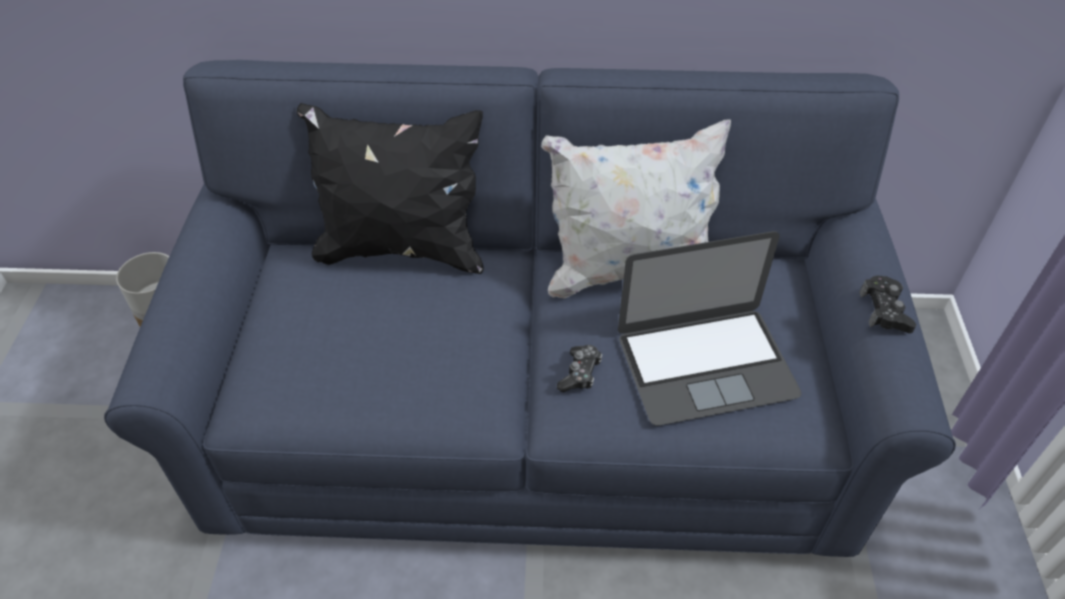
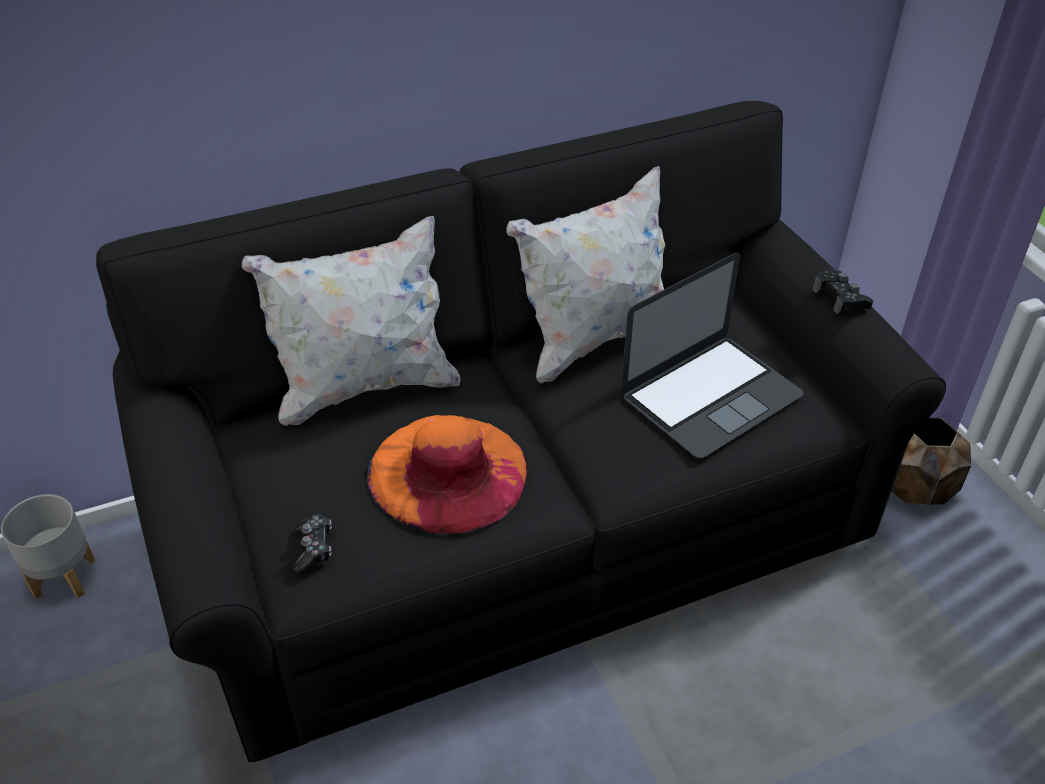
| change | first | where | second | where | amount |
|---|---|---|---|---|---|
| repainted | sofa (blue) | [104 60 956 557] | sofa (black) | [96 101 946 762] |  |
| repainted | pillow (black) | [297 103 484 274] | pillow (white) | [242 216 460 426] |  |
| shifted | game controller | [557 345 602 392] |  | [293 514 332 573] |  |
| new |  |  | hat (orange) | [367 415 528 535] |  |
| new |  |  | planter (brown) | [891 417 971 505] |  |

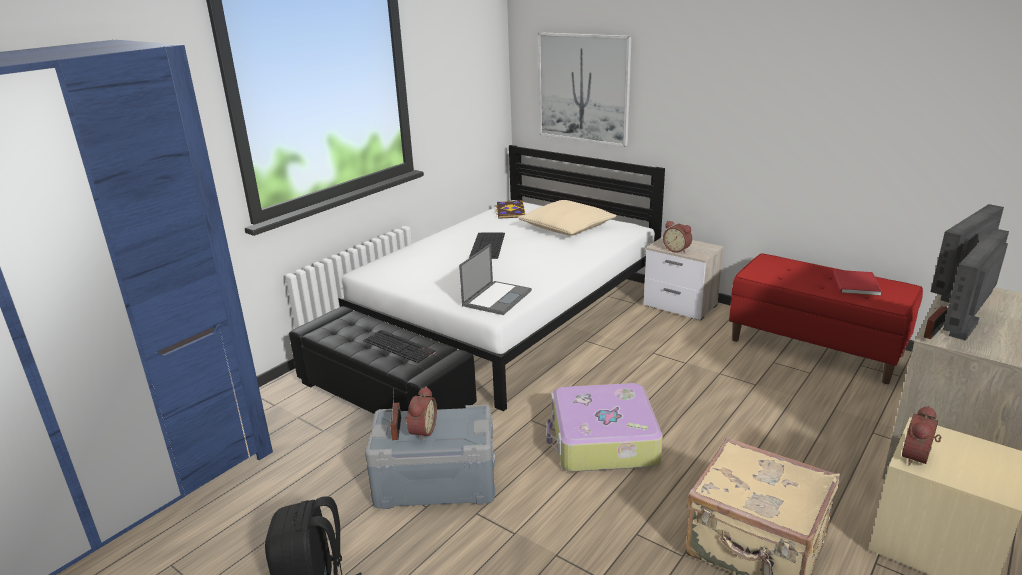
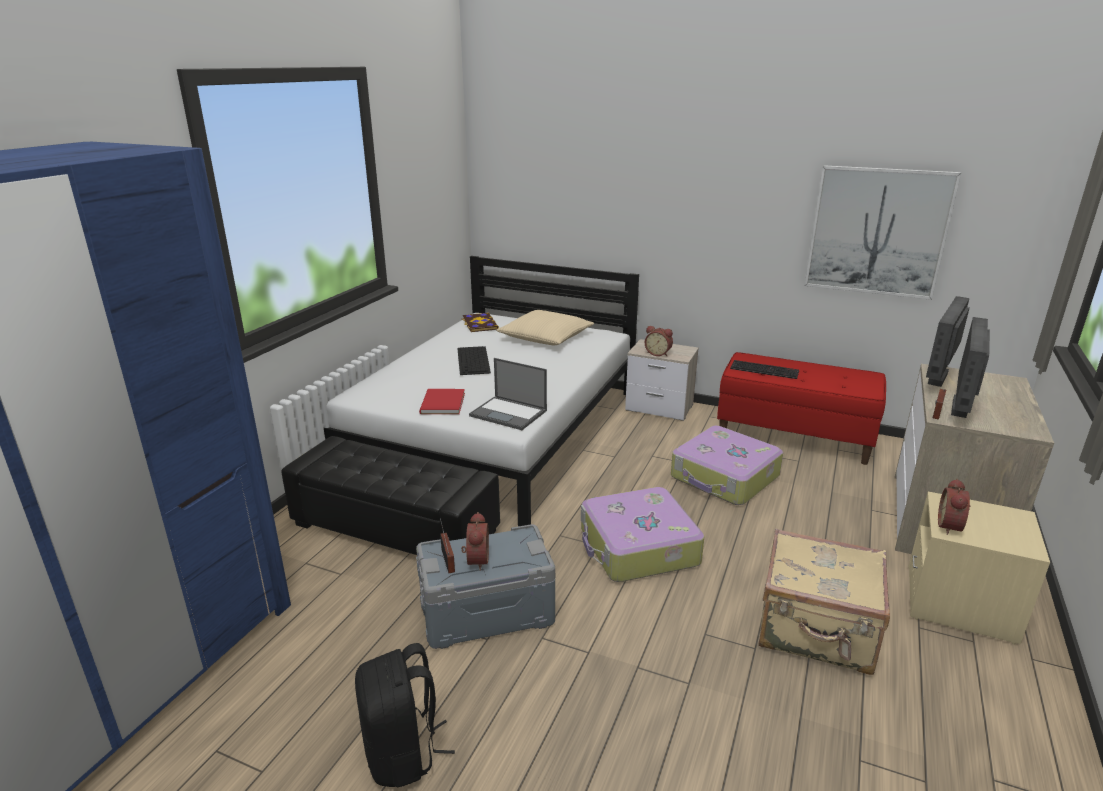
| change | first | where | second | where | amount |
|---|---|---|---|---|---|
| shifted | keyboard | [363 330 435 363] |  | [730 360 799 379] |  |
| rotated | laptop | [459 244 532 315] |  | [469 358 547 430] | 105 degrees clockwise |
| shifted | picture | [538 32 632 147] |  | [804 165 961 300] |  |
| shifted | book (red) | [833 270 882 296] |  | [419 389 465 414] |  |
| new |  |  | suitcase | [671 426 783 505] |  |

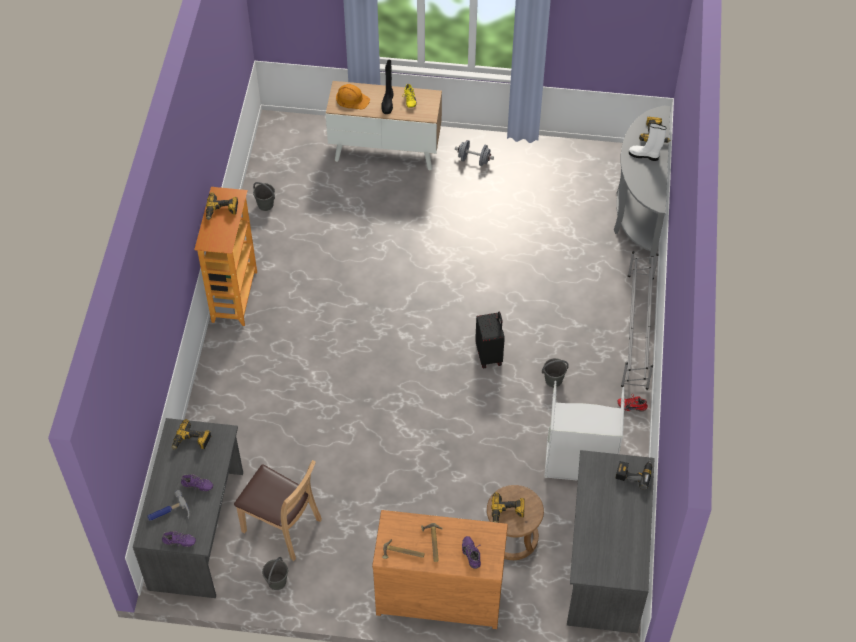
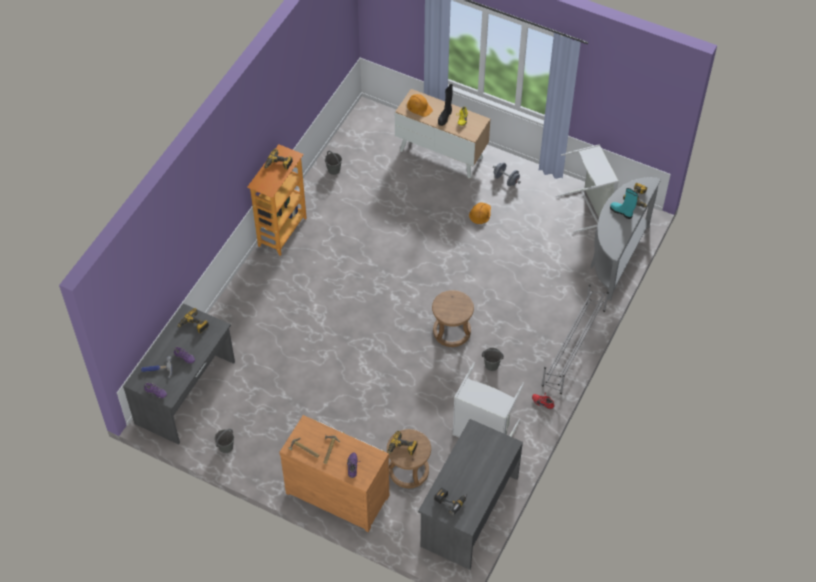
| change | first | where | second | where | amount |
|---|---|---|---|---|---|
| gone | chair (brown) | [234 460 322 561] |  |  |  |
| swapped | suitcase (black) | [475 311 505 369] | stool (brown) | [432 290 474 347] |  |
| shifted | power drill | [615 460 652 490] |  | [434 488 467 515] |  |
| repainted | boot (white) | [629 123 666 161] | boot (turquoise) | [610 188 638 219] |  |
| new |  |  | hard hat (orange) | [469 202 491 224] |  |
| new |  |  | laundry basket (grey) | [556 144 619 233] |  |

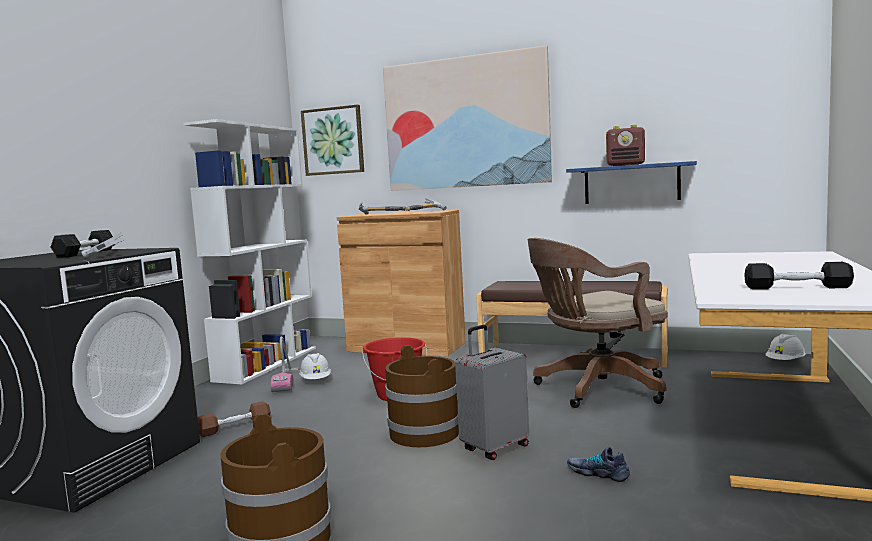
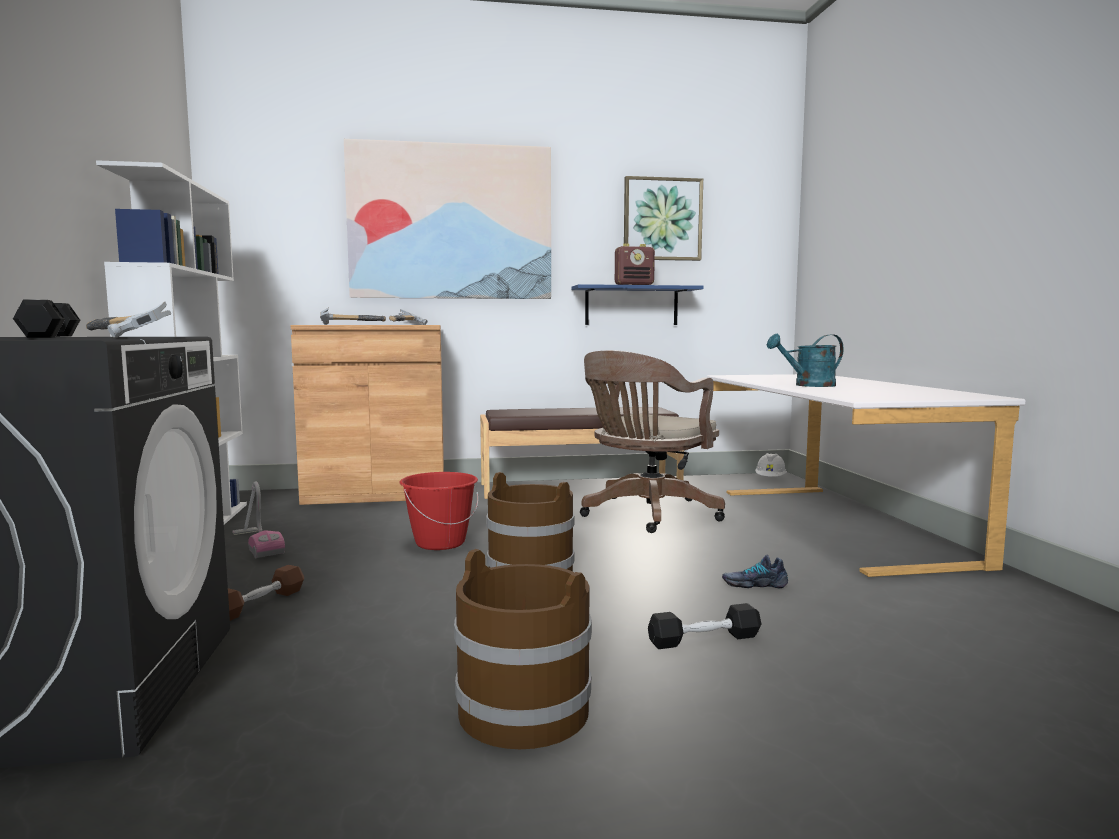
| change | first | where | second | where | amount |
|---|---|---|---|---|---|
| gone | hard hat (white) | [299 353 331 379] |  |  |  |
| shifted | picture | [301 104 364 176] |  | [624 176 703 261] |  |
| gone | suitcase (grey) | [455 325 529 460] |  |  |  |
| shifted | dumbbell (black) | [744 262 854 289] |  | [648 603 761 649] |  |
| new |  |  | watering can (turquoise) | [767 334 844 387] |  |

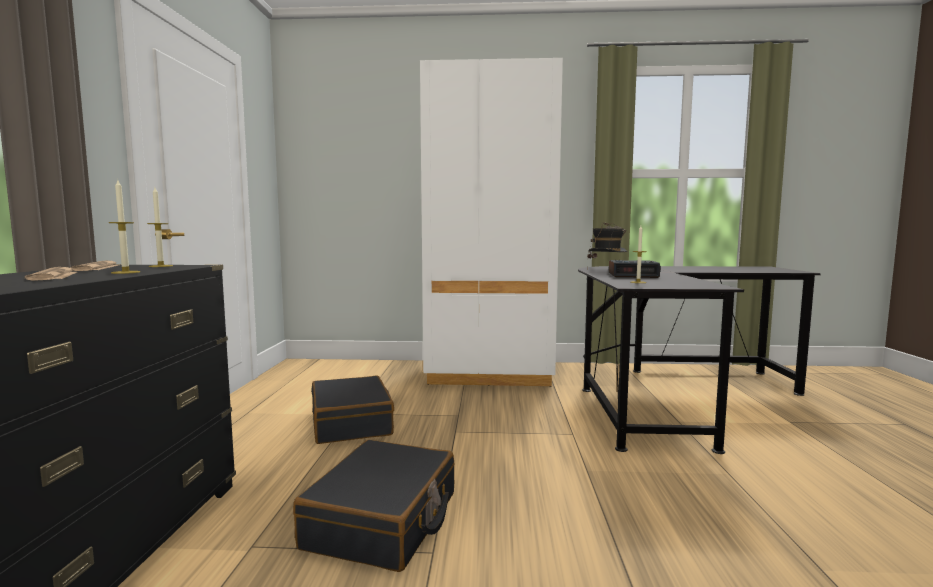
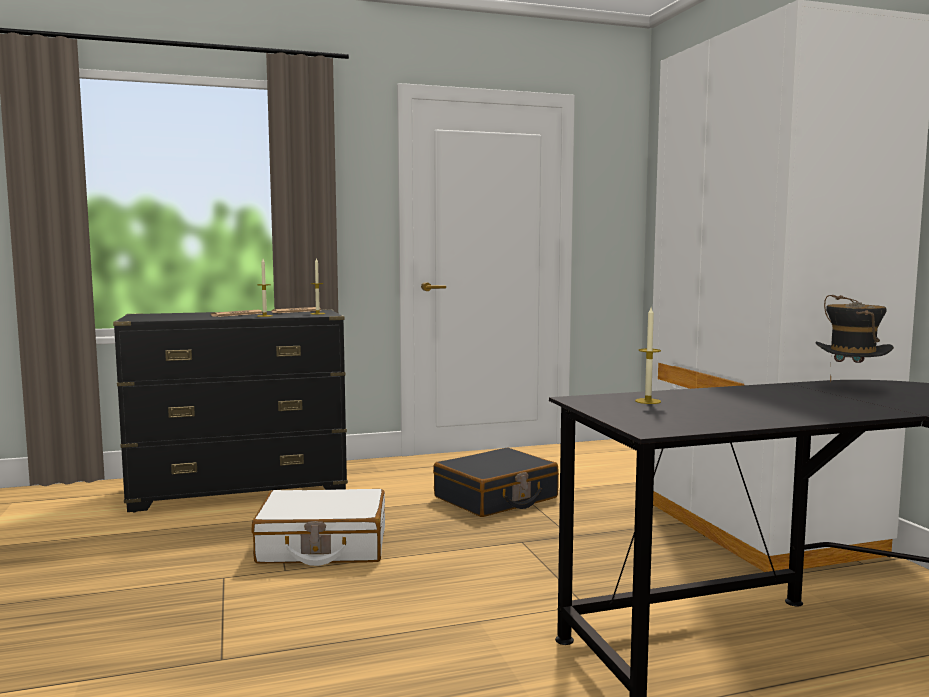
| change | first | where | second | where | amount |
|---|---|---|---|---|---|
| repainted | suitcase (black) | [293 440 454 572] | suitcase (white) | [252 489 385 566] |  |
| gone | alarm clock | [609 260 661 278] |  |  |  |

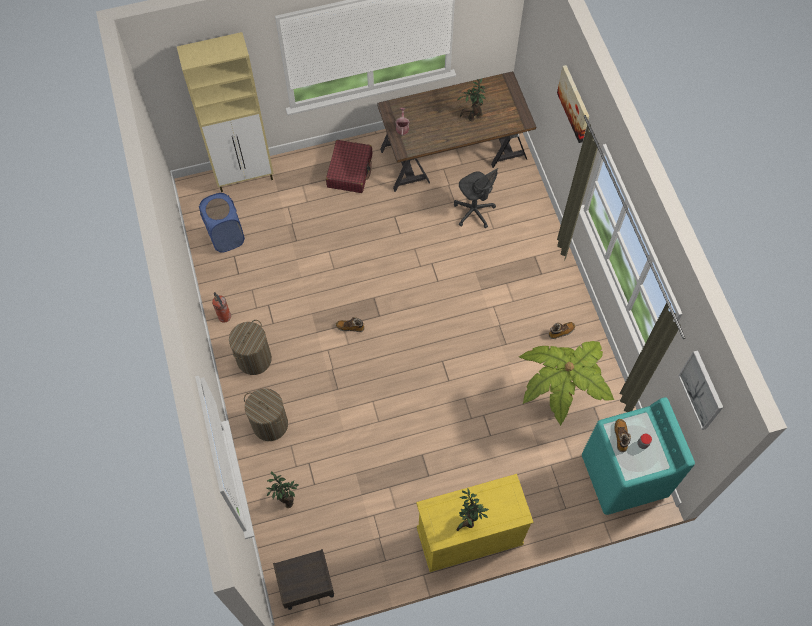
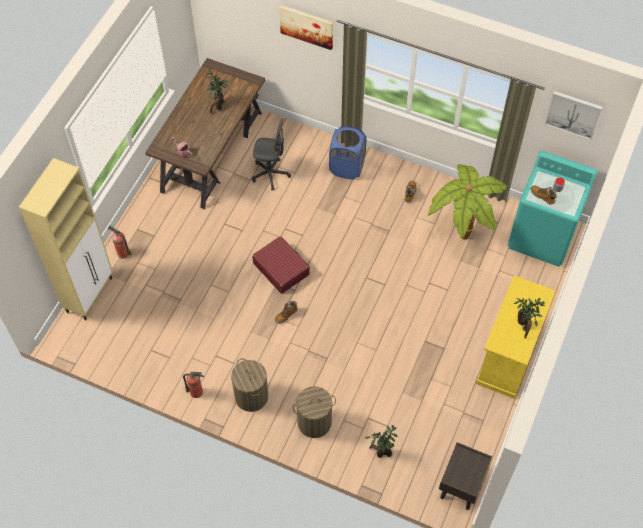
| change | first | where | second | where | amount |
|---|---|---|---|---|---|
| shifted | laundry basket (blue) | [199 193 245 253] |  | [329 126 366 180] |  |
| shifted | suitcase (red) | [326 140 372 193] |  | [252 236 310 294] |  |
| new |  |  | fire extinguisher | [108 225 131 259] |  |

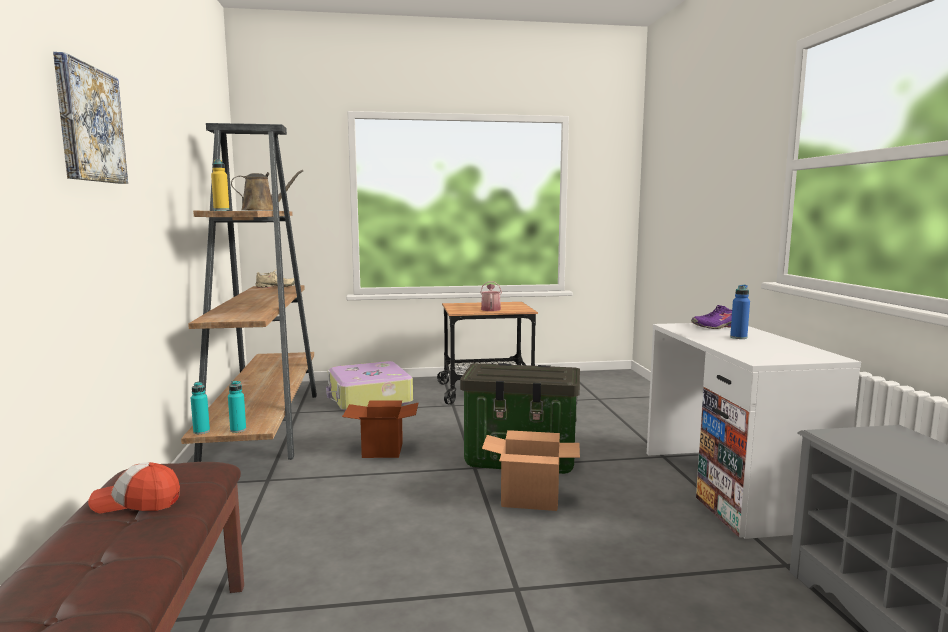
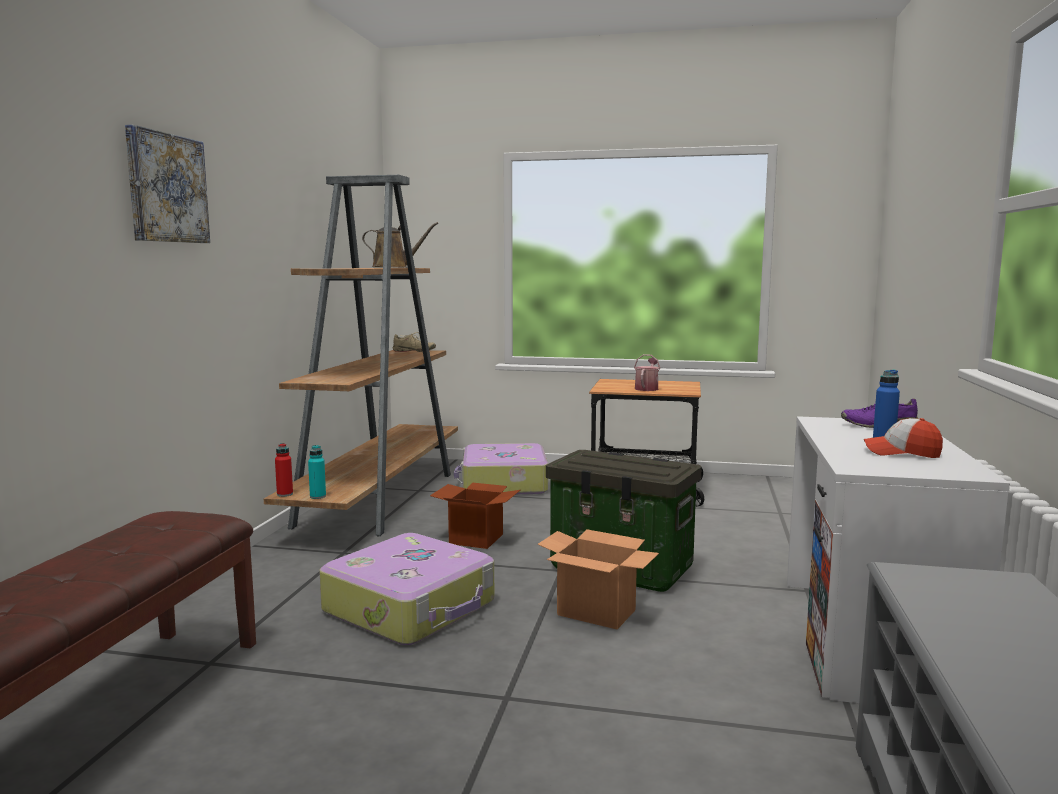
| change | first | where | second | where | amount |
|---|---|---|---|---|---|
| shifted | cap | [88 462 180 513] |  | [864 418 943 458] |  |
| repainted | bottle (turquoise) | [191 382 210 434] | bottle (red) | [275 443 293 497] |  |
| gone | bottle (yellow) | [211 159 229 210] |  |  |  |
| new |  |  | suitcase | [319 533 494 645] |  |

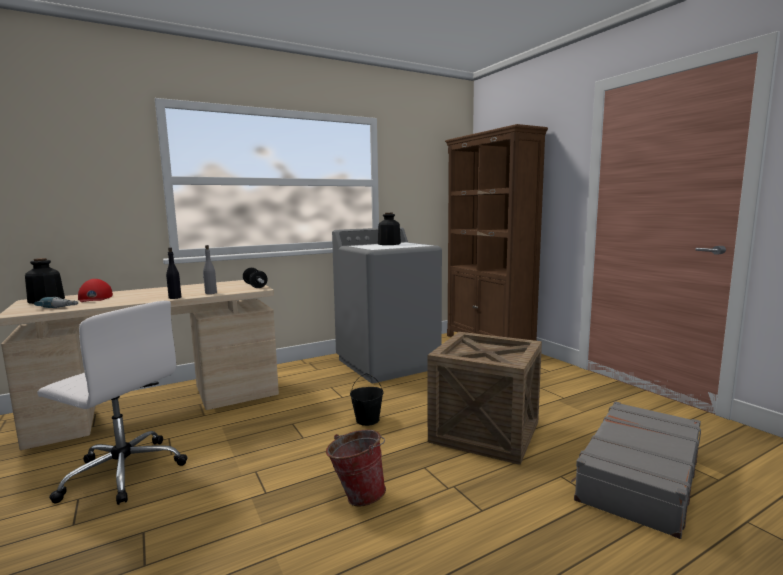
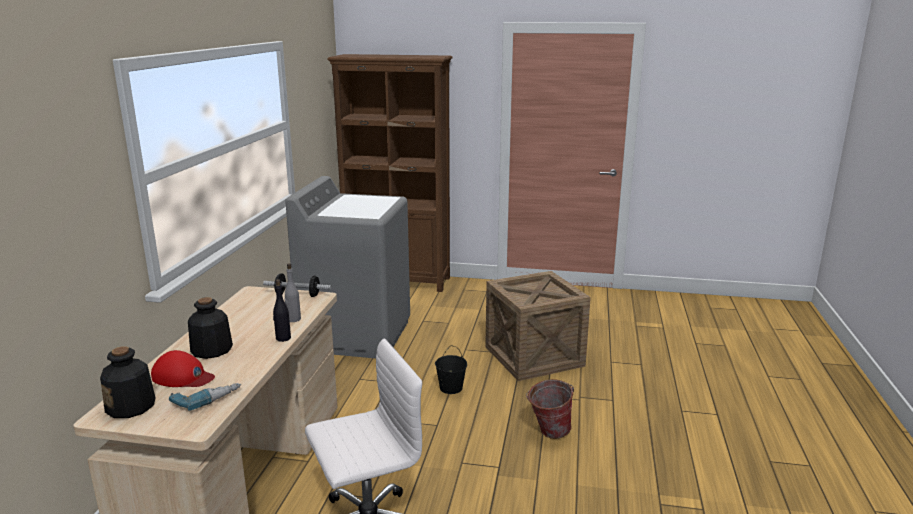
| change | first | where | second | where | amount |
|---|---|---|---|---|---|
| shifted | bottle | [378 213 401 245] |  | [188 297 233 359] |  |
| gone | suitcase (grey) | [571 401 701 539] |  |  |  |

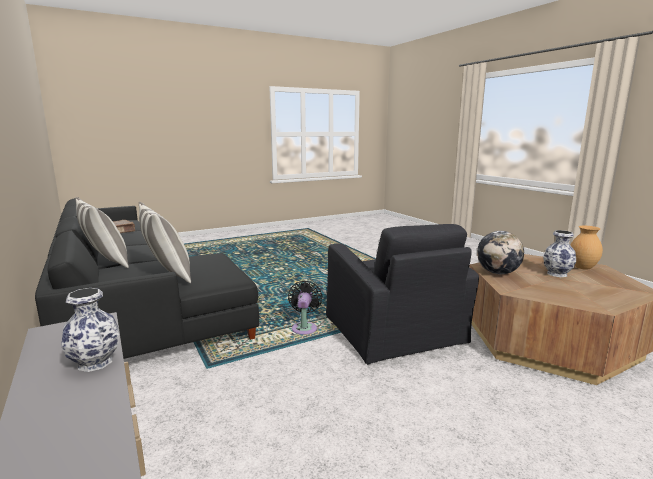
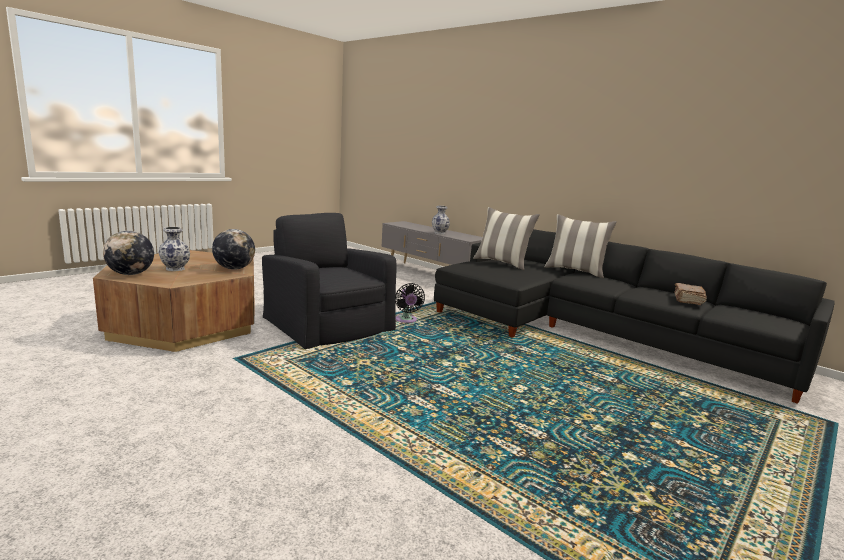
| change | first | where | second | where | amount |
|---|---|---|---|---|---|
| swapped | vase (brown) | [570 226 603 269] | globe | [103 231 154 275] |  |

